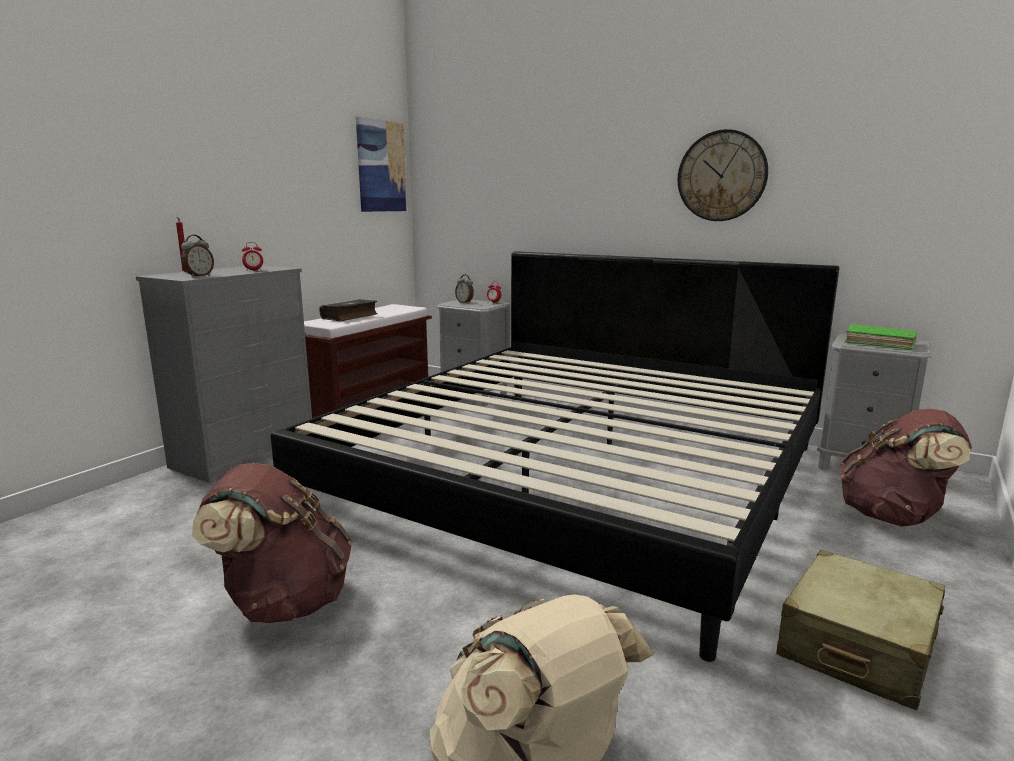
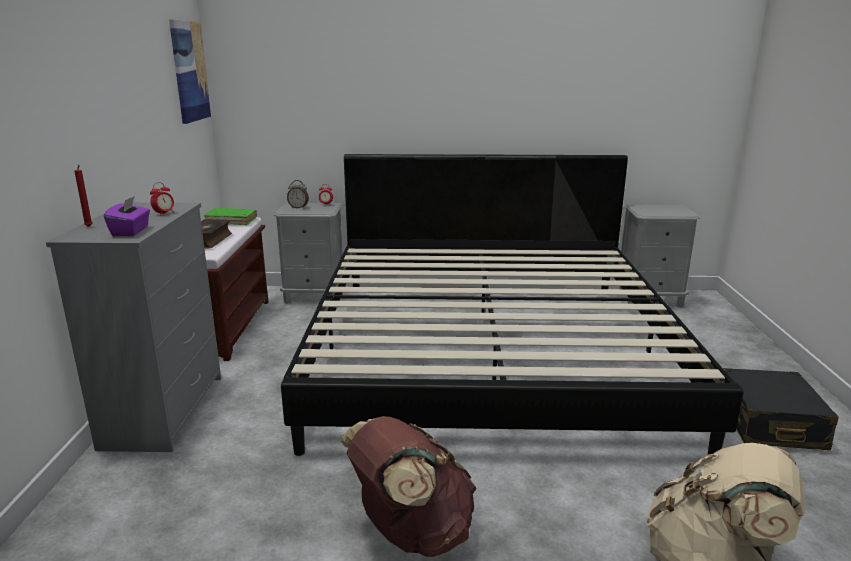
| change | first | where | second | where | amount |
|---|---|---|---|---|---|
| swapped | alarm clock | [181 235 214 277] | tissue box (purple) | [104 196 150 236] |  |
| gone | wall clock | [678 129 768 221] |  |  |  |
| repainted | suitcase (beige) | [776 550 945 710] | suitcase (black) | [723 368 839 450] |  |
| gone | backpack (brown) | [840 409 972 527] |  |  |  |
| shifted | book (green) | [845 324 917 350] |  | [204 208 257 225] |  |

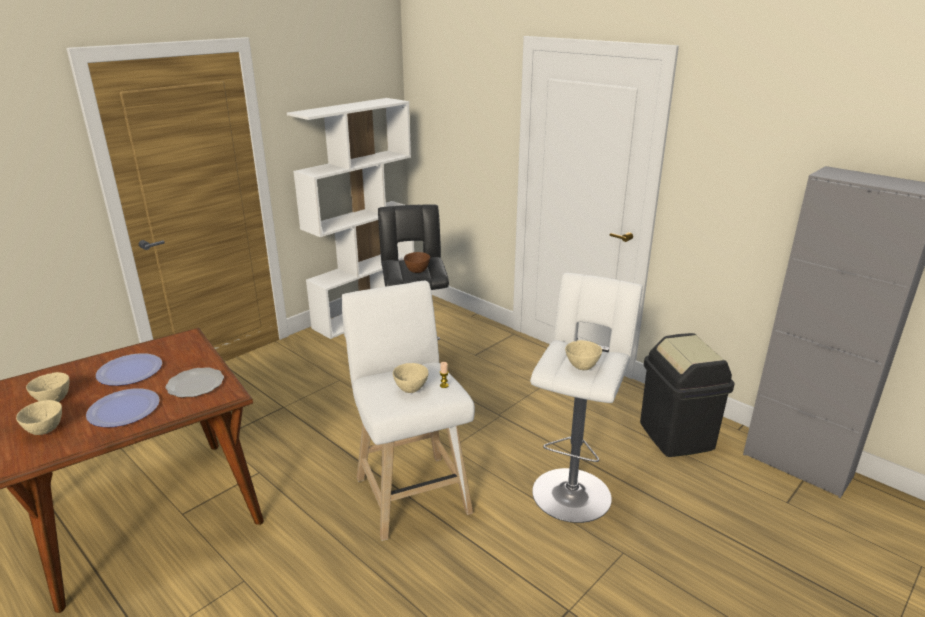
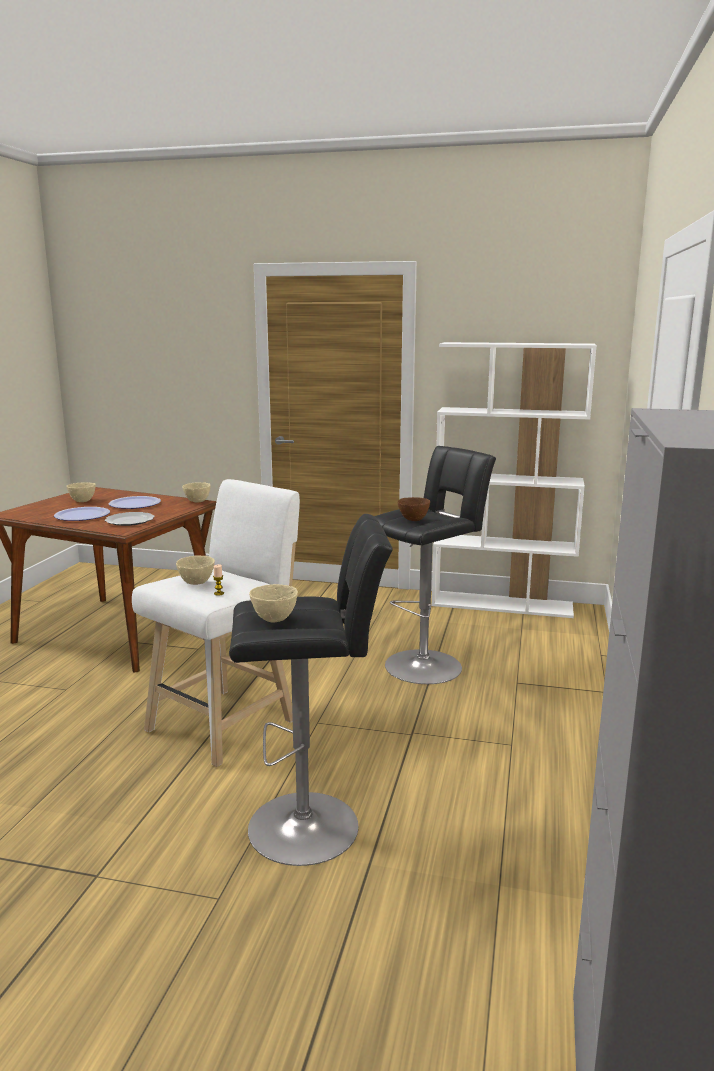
| change | first | where | second | where | amount |
|---|---|---|---|---|---|
| shifted | bowl (beige) | [16 400 62 435] |  | [182 482 211 502] |  |
| repainted | stool (white) | [530 273 643 523] | stool (black) | [229 514 393 866] |  |
| gone | trash can (black) | [640 333 734 457] |  |  |  |

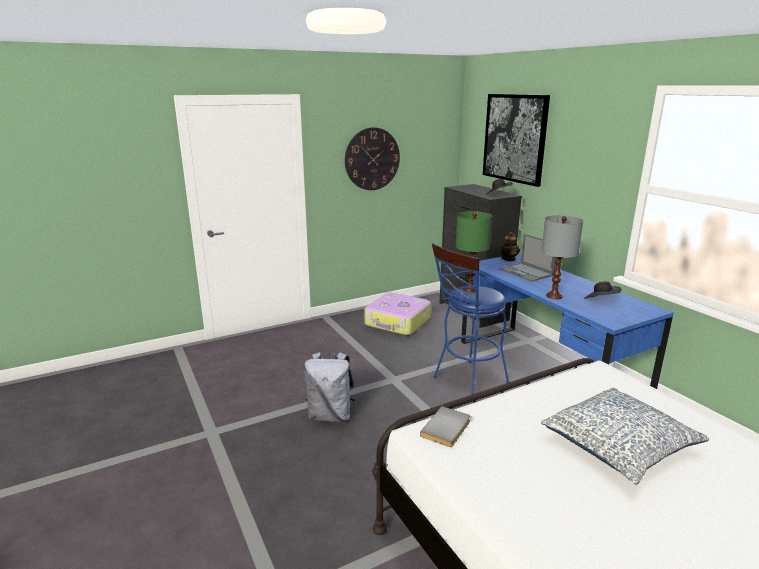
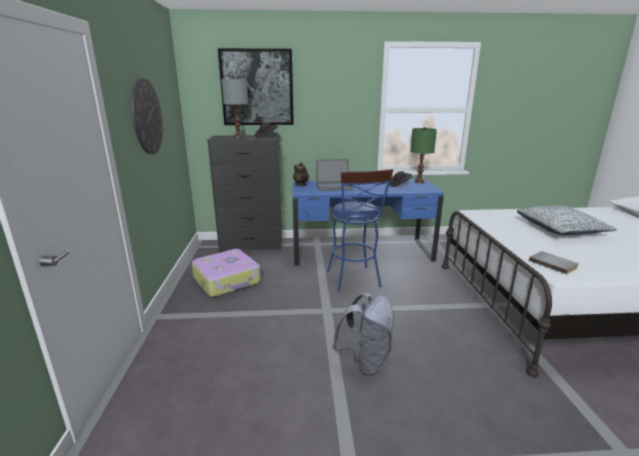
| change | first | where | second | where | amount |
|---|---|---|---|---|---|
| shifted | table lamp (green) | [456 211 492 292] |  | [411 127 437 183] |  |
| shifted | table lamp (grey) | [541 215 583 299] |  | [221 77 248 138] |  |

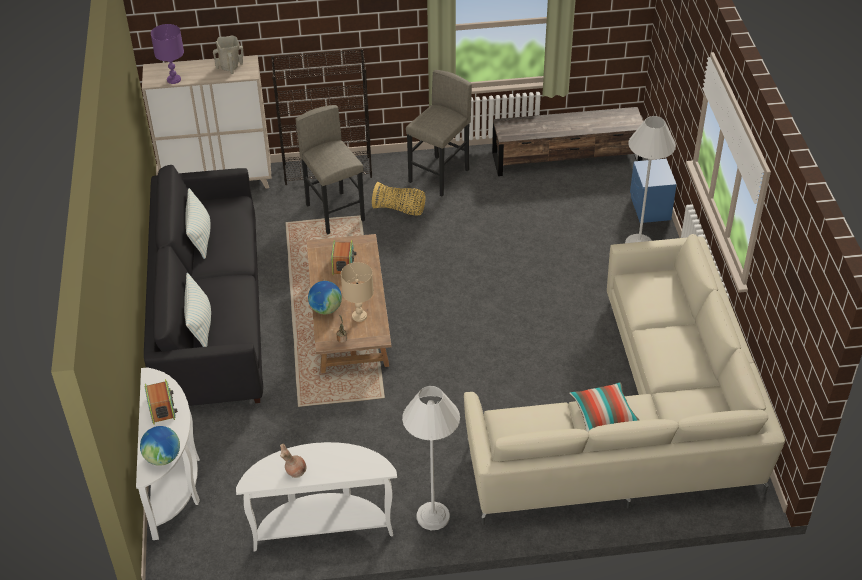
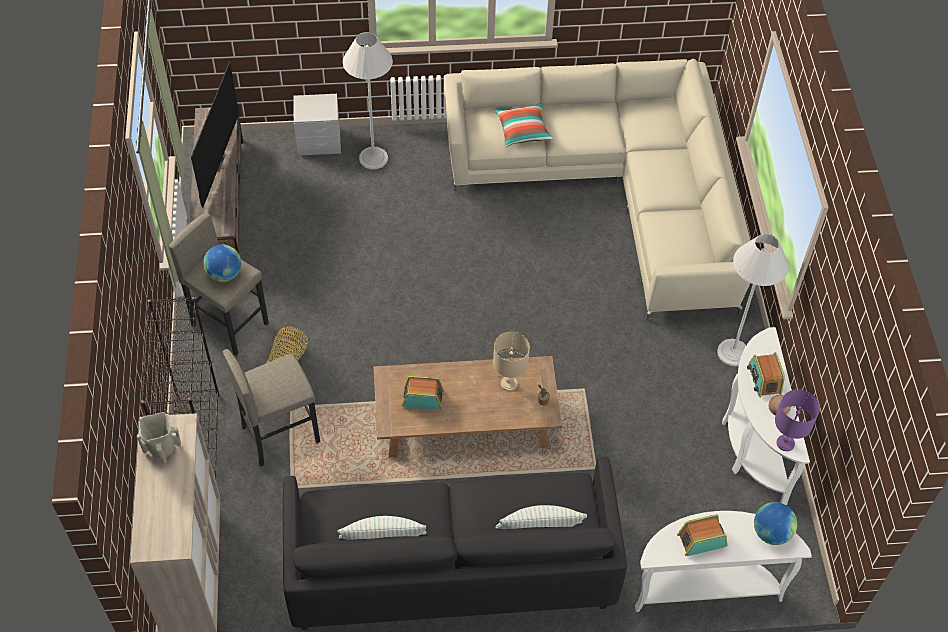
| change | first | where | second | where | amount |
|---|---|---|---|---|---|
| shifted | table lamp (purple) | [151 24 184 84] |  | [775 389 820 451] |  |
| shifted | globe | [308 281 342 314] |  | [203 244 241 282] |  |
| shifted | pillow | [569 382 639 432] |  | [495 103 554 147] |  |
| repainted | nightstand (blue) | [630 159 677 223] | nightstand (grey) | [293 94 341 156] |  |
| new |  |  | television | [191 62 239 207] |  |
| new |  |  | radio | [747 352 785 398] |  |

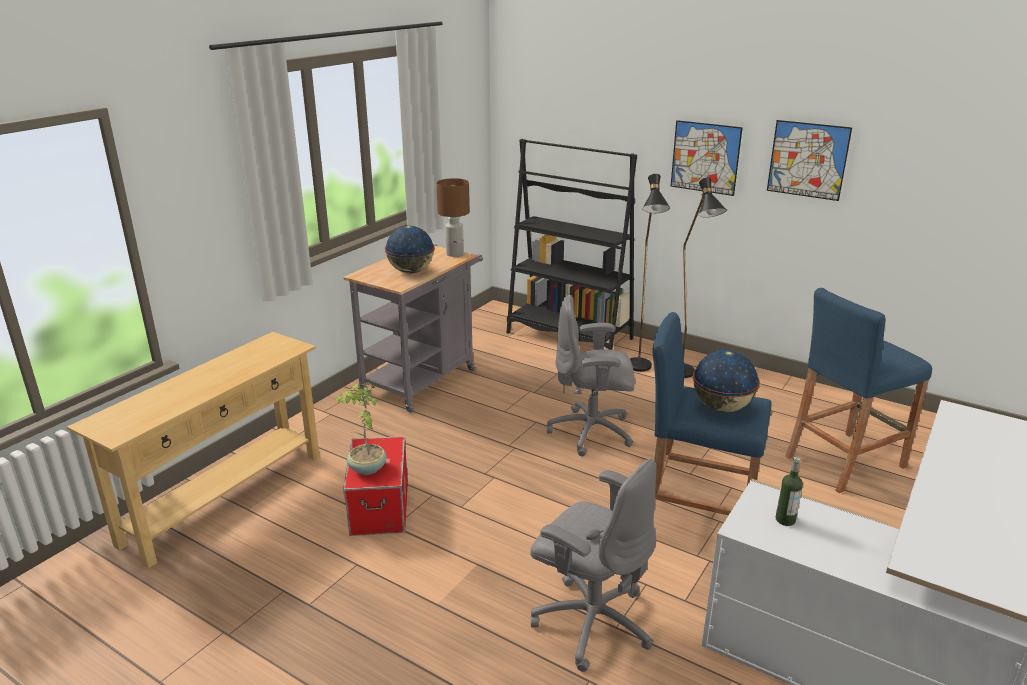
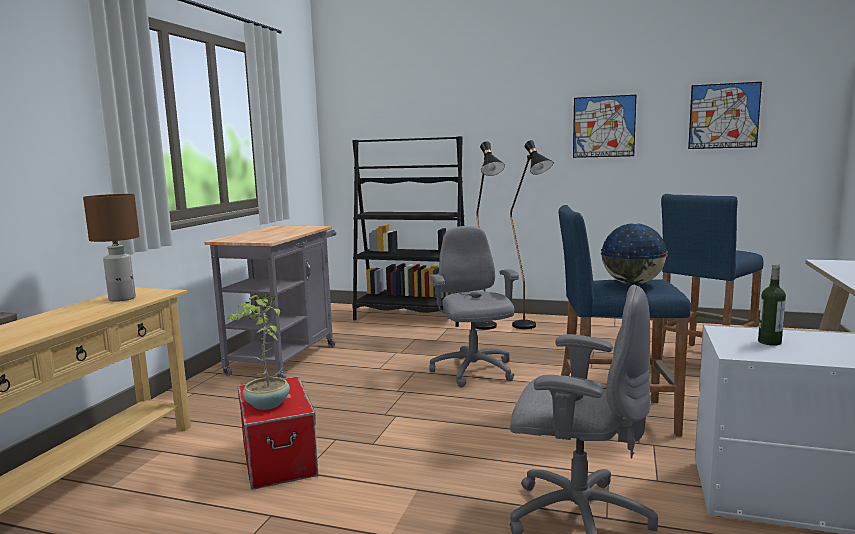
| change | first | where | second | where | amount |
|---|---|---|---|---|---|
| gone | globe | [385 226 435 274] |  |  |  |
| shifted | table lamp (brown) | [436 178 470 257] |  | [83 194 139 302] |  |
| rotated | office chair (grey) | [547 295 635 456] |  | [429 226 519 388] | 90 degrees clockwise |
| shifted | picture | [671 120 743 196] |  | [688 82 762 149] |  |

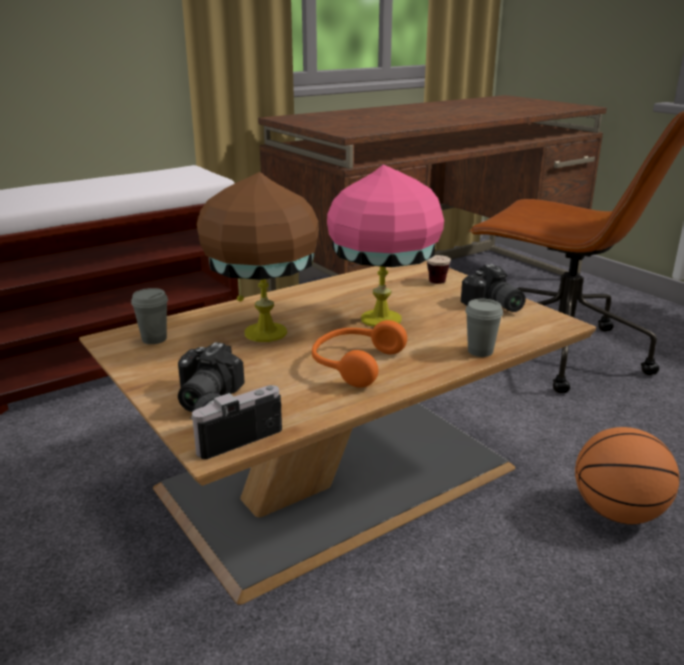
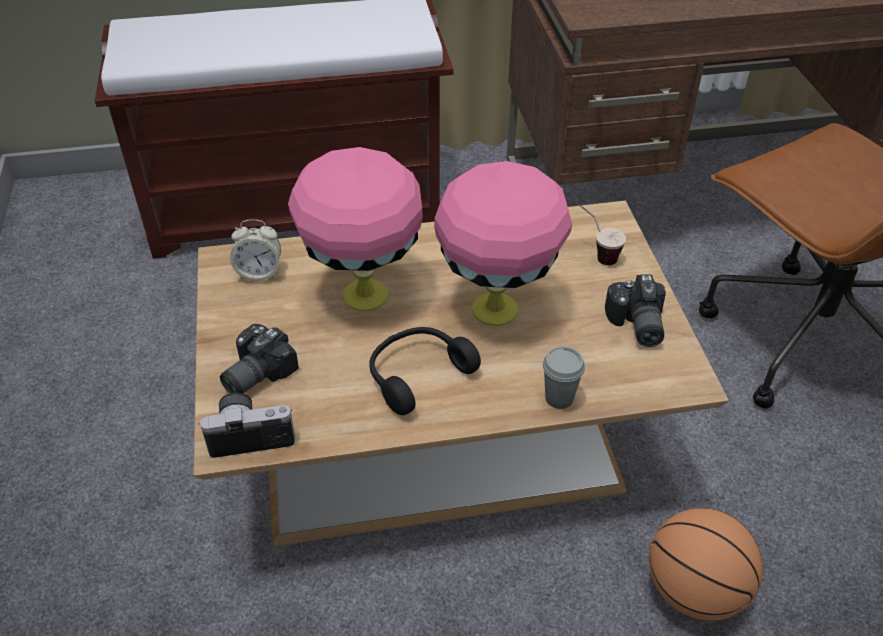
| change | first | where | second | where | amount |
|---|---|---|---|---|---|
| swapped | cup (grey) | [131 288 168 344] | alarm clock | [230 219 281 281] |  |
| repainted | table lamp (brown) | [197 172 319 342] | table lamp (pink) | [288 147 423 312] |  |
| repainted | headphones (orange) | [312 320 407 388] | headphones (black) | [369 327 481 415] |  |

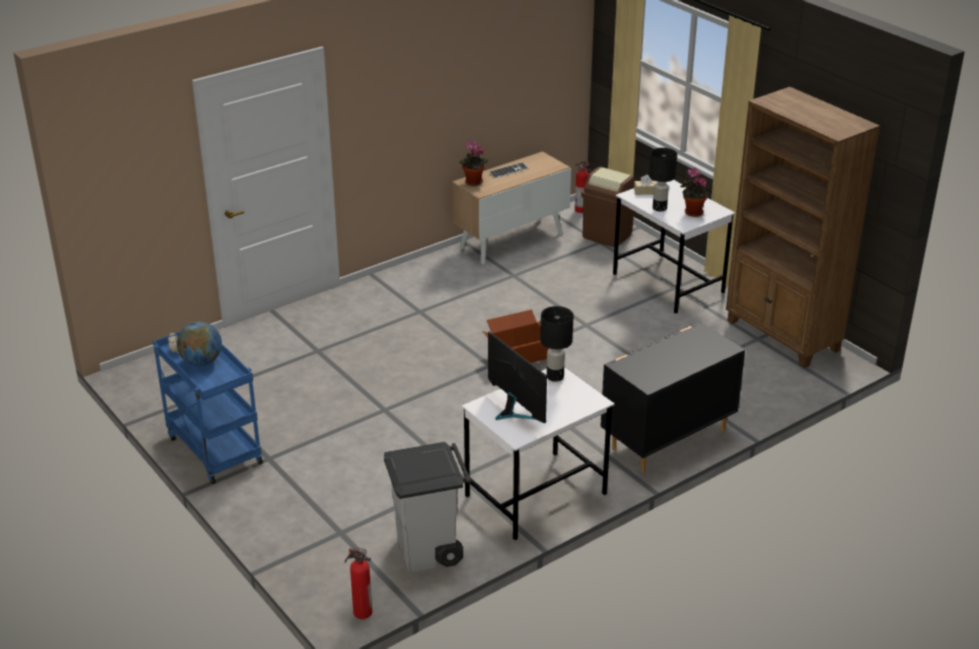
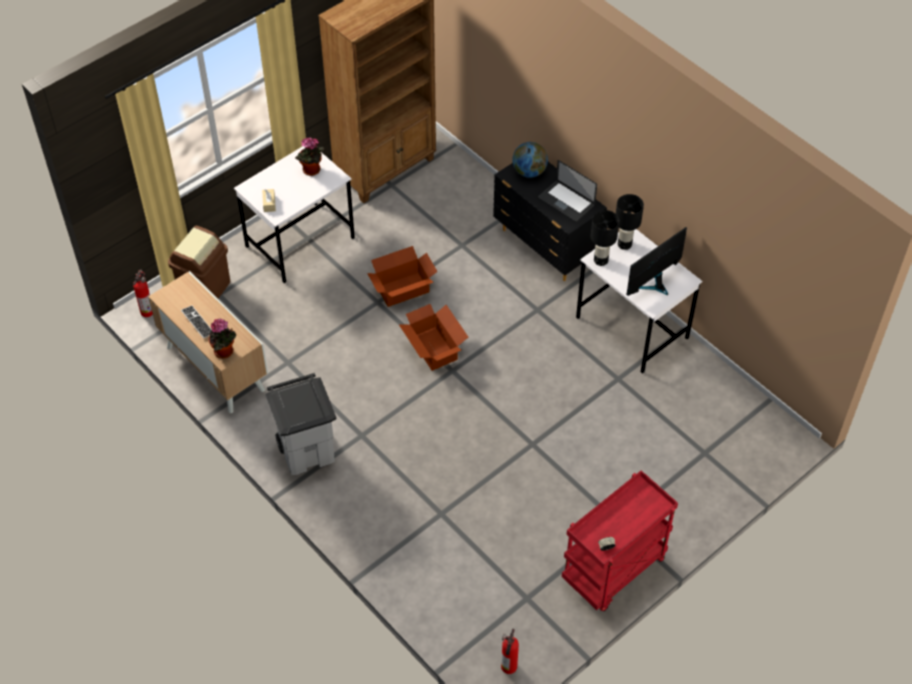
| change | first | where | second | where | amount |
|---|---|---|---|---|---|
| repainted | cart (blue) | [153 332 263 484] | cart (red) | [562 470 678 611] |  |
| shifted | globe | [177 321 222 366] |  | [513 142 548 178] |  |
| shifted | fire extinguisher | [345 548 372 619] |  | [501 629 519 674] |  |
| shifted | trash can (grey) | [384 442 471 573] |  | [265 373 337 475] |  |
| shifted | table lamp (black) | [649 148 677 212] |  | [616 194 644 250] |  |
| new |  |  | cardboard box | [367 246 438 307] |  |
| new |  |  | laptop | [538 160 597 222] |  |

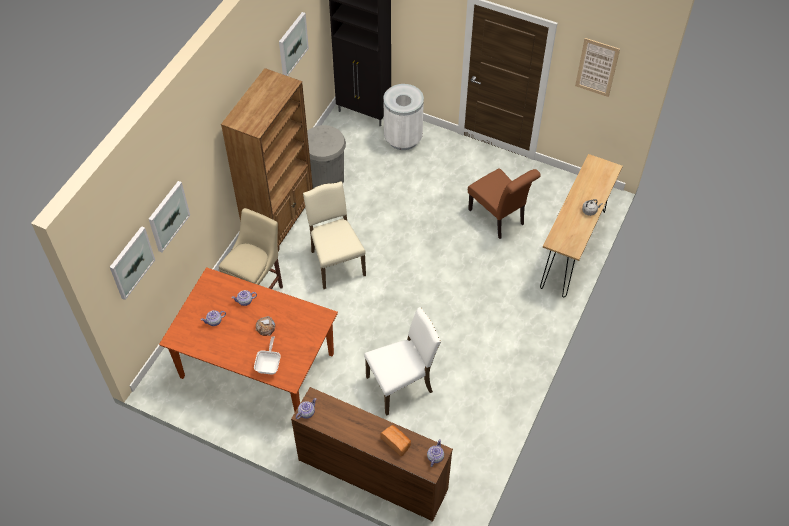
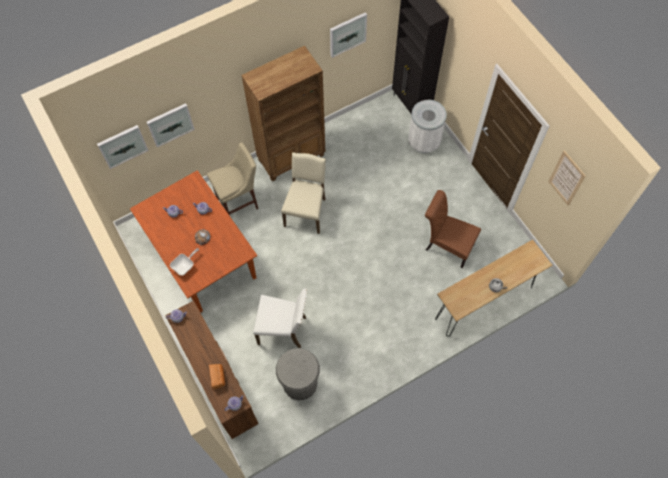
| change | first | where | second | where | amount |
|---|---|---|---|---|---|
| shifted | trash can (grey) | [307 125 346 188] |  | [276 348 320 400] |  |
| rotated | chair (brown) | [468 168 541 239] |  | [425 190 481 269] | 120 degrees clockwise |

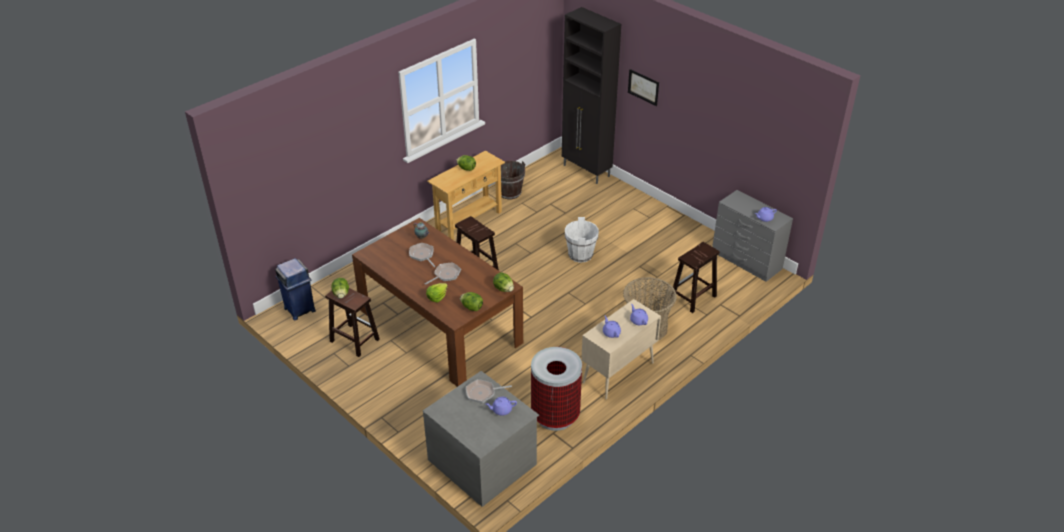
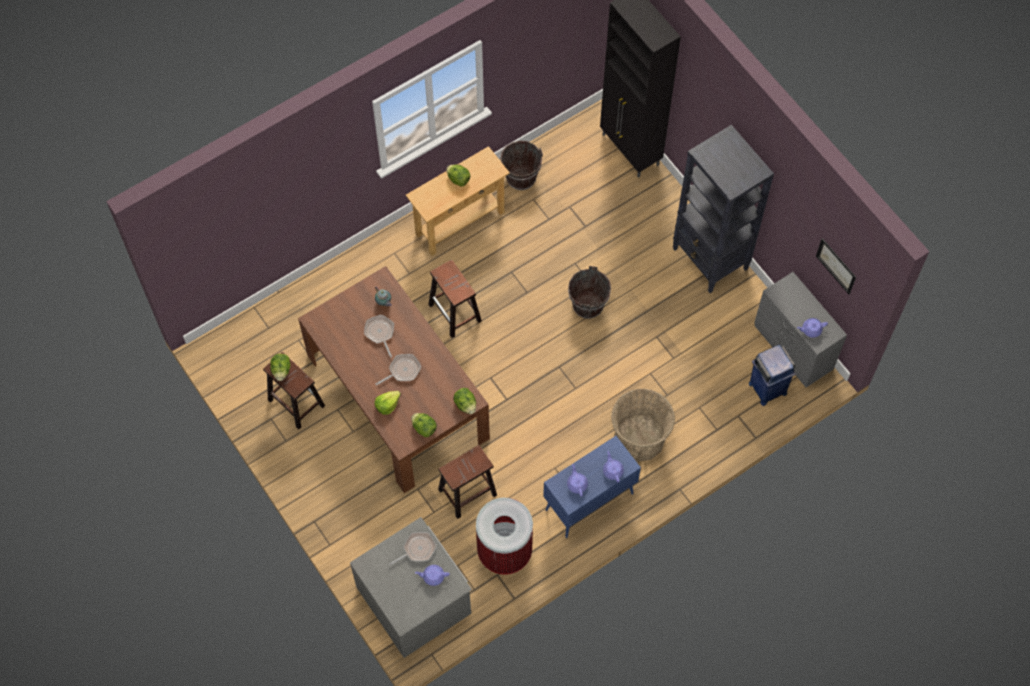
| change | first | where | second | where | amount |
|---|---|---|---|---|---|
| shifted | trash can (blue) | [275 258 316 321] |  | [749 344 796 406] |  |
| rotated | frying pan | [466 379 512 403] |  | [389 532 437 565] | 150 degrees clockwise |
| repainted | bucket (white) | [565 217 599 263] | bucket (brown) | [568 266 611 319] |  |
| repainted | cabinet (beige) | [581 299 661 400] | cabinet (blue) | [543 436 641 538] |  |
| shifted | picture | [628 69 659 106] |  | [816 238 856 294] |  |
| shifted | stool (brown) | [672 242 720 313] |  | [438 445 497 519] |  |
| new |  |  | bookcase (black) | [673 125 774 293] |  |

